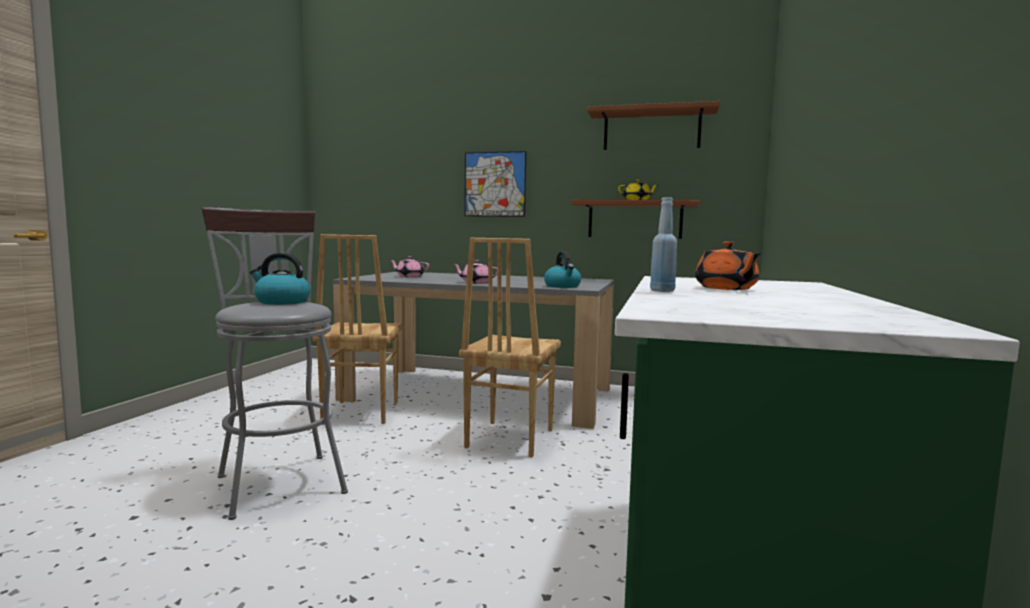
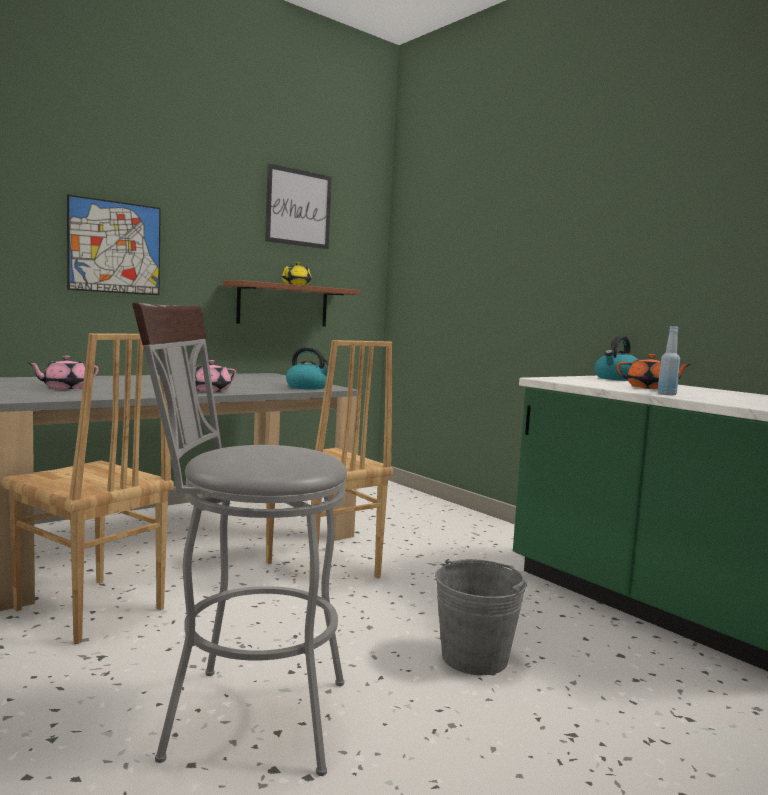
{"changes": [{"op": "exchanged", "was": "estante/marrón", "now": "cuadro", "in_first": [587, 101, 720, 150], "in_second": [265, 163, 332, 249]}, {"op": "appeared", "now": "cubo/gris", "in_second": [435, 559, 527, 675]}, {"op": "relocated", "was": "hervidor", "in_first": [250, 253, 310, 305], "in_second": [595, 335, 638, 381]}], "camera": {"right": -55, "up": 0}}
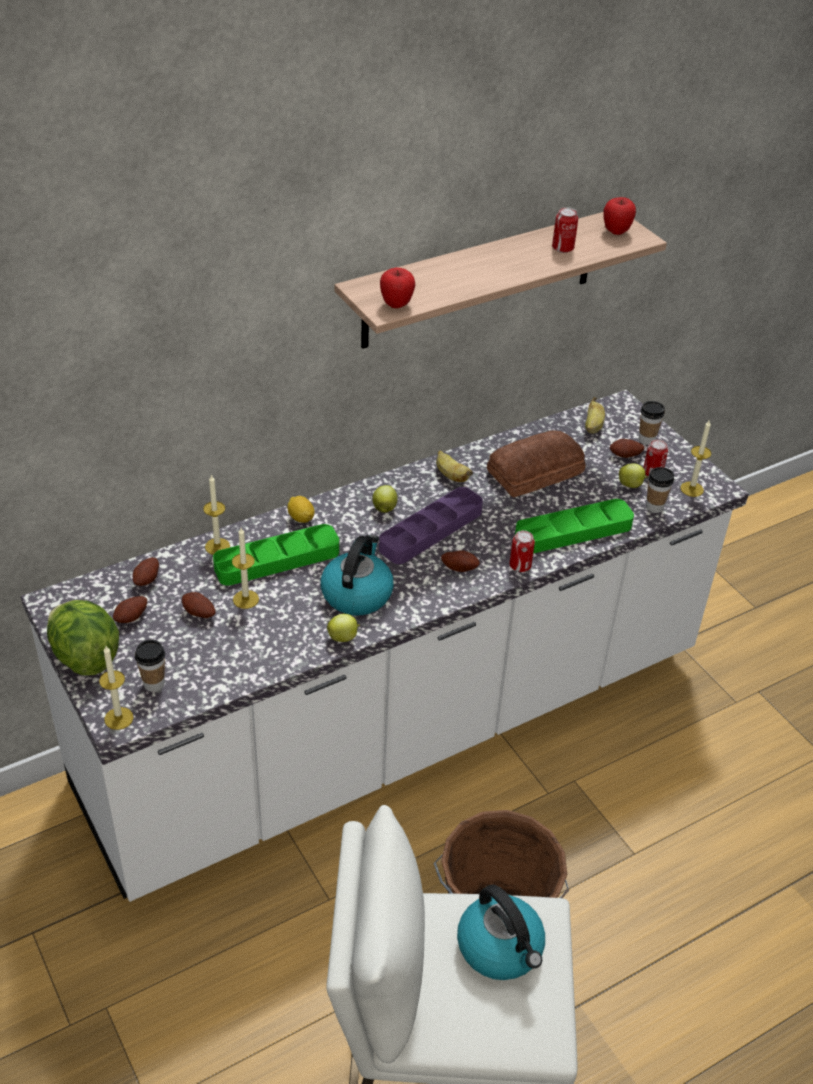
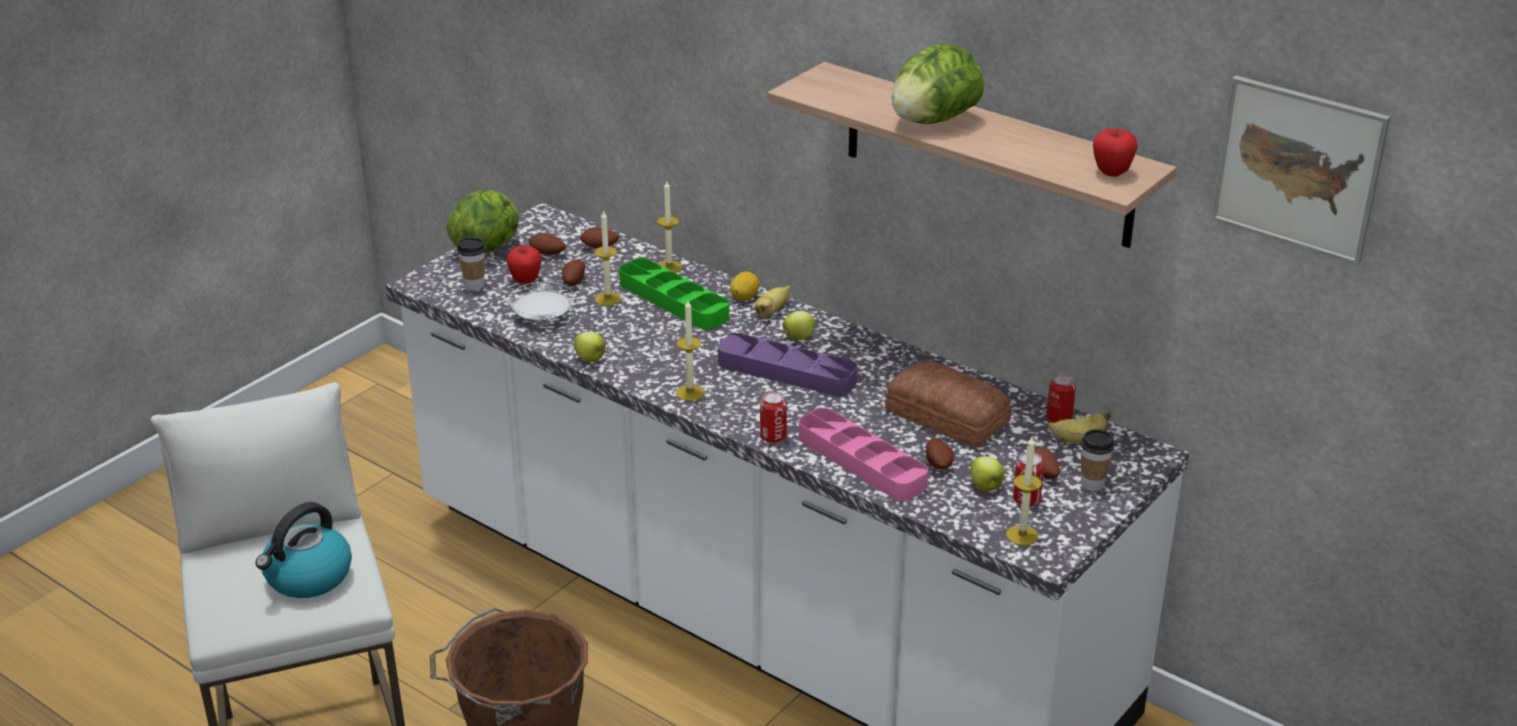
{"changes": [{"op": "relocated", "was": "manzana", "in_first": [380, 268, 415, 308], "in_second": [506, 246, 542, 284]}, {"op": "appeared", "now": "plato/blanco", "in_second": [508, 282, 575, 320]}, {"op": "relocated", "was": "vela", "in_first": [99, 646, 134, 730], "in_second": [676, 300, 705, 401]}, {"op": "relocated", "was": "plátano", "in_first": [436, 450, 473, 482], "in_second": [755, 285, 791, 318]}, {"op": "colour", "was": "bandeja/verde", "now": "bandeja/rosa", "in_first": [515, 499, 634, 554], "in_second": [799, 408, 928, 501]}, {"op": "appeared", "now": "lechuga", "in_second": [892, 44, 984, 124]}, {"op": "relocated", "was": "patata", "in_first": [441, 550, 480, 572], "in_second": [926, 438, 954, 469]}, {"op": "relocated", "was": "lata", "in_first": [552, 207, 578, 253], "in_second": [1046, 373, 1076, 423]}, {"op": "appeared", "now": "cuadro", "in_second": [1211, 75, 1391, 265]}, {"op": "missing", "was": "hervidor", "in_first": [321, 535, 394, 615]}, {"op": "missing", "was": "taza", "in_first": [646, 467, 674, 513]}], "camera": {"right": 70, "up": -10}}
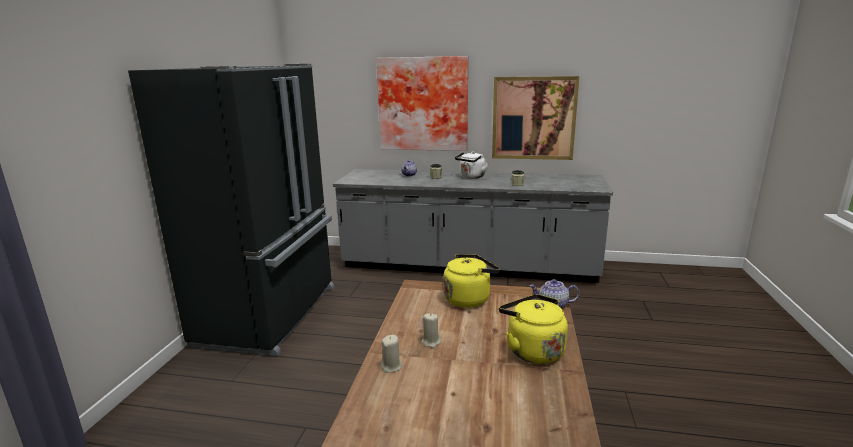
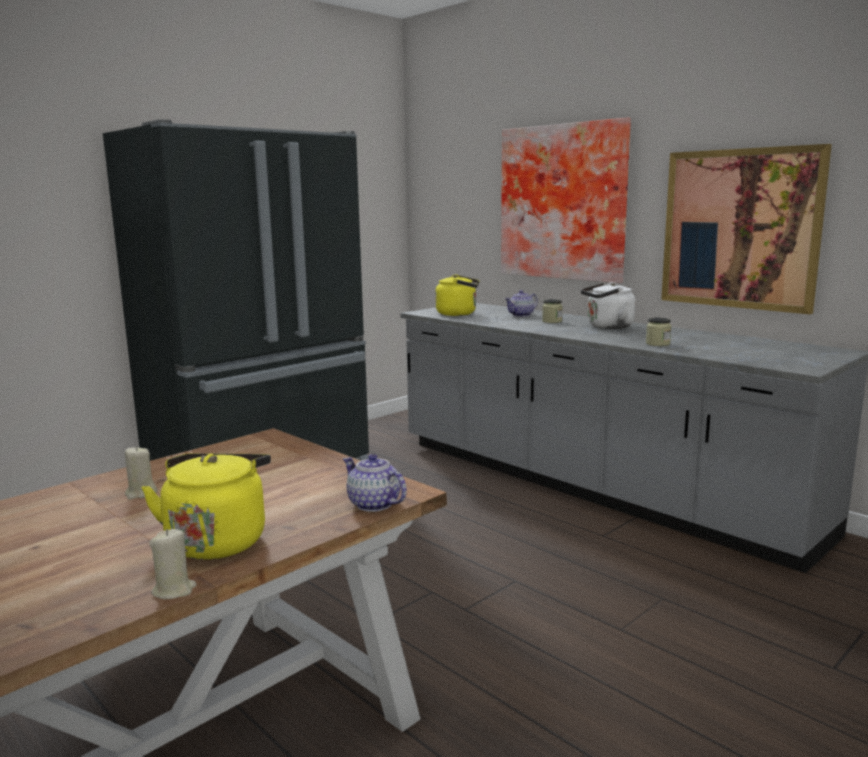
{"changes": [{"op": "relocated", "was": "vela/beis", "in_first": [381, 335, 403, 373], "in_second": [149, 529, 197, 599]}, {"op": "relocated", "was": "hervidor/amarillo", "in_first": [443, 254, 500, 308], "in_second": [435, 274, 480, 316]}], "camera": {"right": 35, "up": -5}}
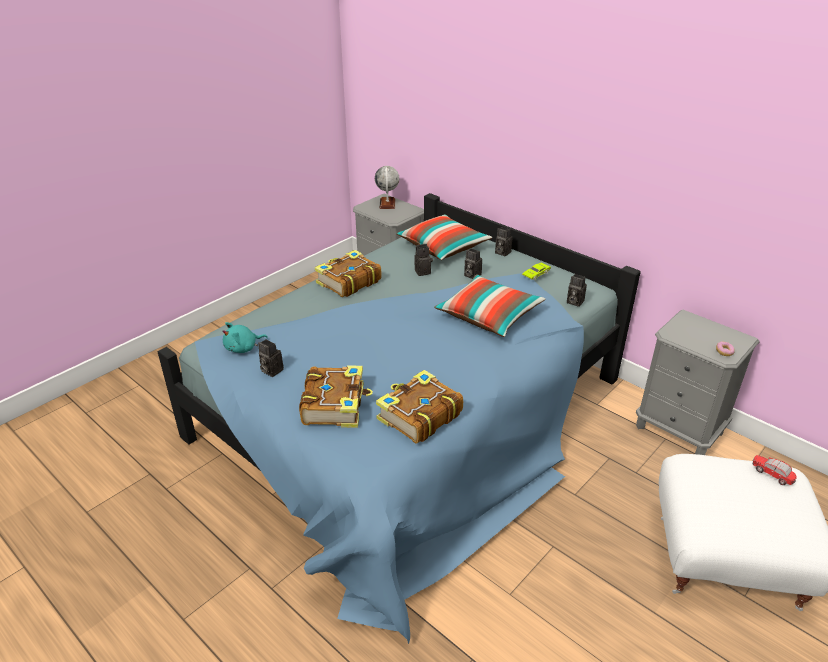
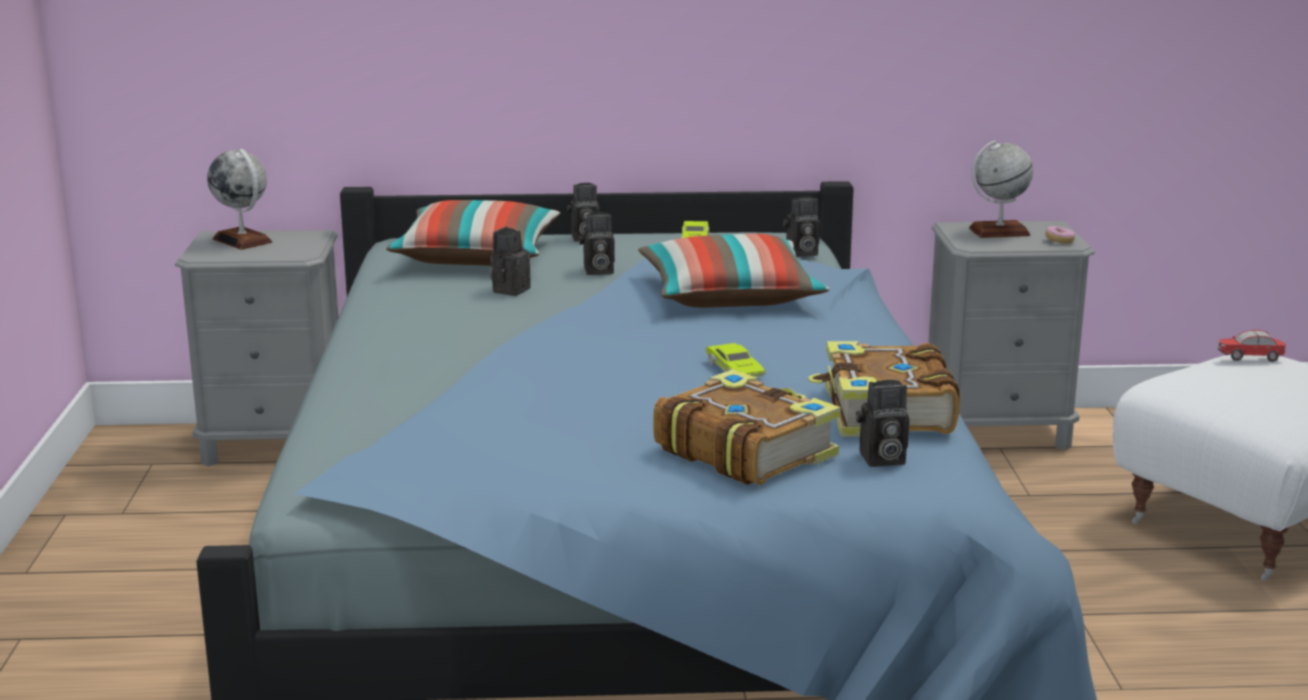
{"changes": [{"op": "appeared", "now": "coche de juguete/verde", "in_second": [706, 343, 766, 377]}, {"op": "relocated", "was": "cámara", "in_first": [258, 339, 284, 377], "in_second": [856, 380, 909, 467]}, {"op": "appeared", "now": "globo terráqueo", "in_second": [969, 140, 1033, 238]}, {"op": "missing", "was": "peluche/turquesa", "in_first": [222, 322, 268, 353]}, {"op": "missing", "was": "libro", "in_first": [314, 250, 382, 297]}], "camera": {"right": -45, "up": -15}}
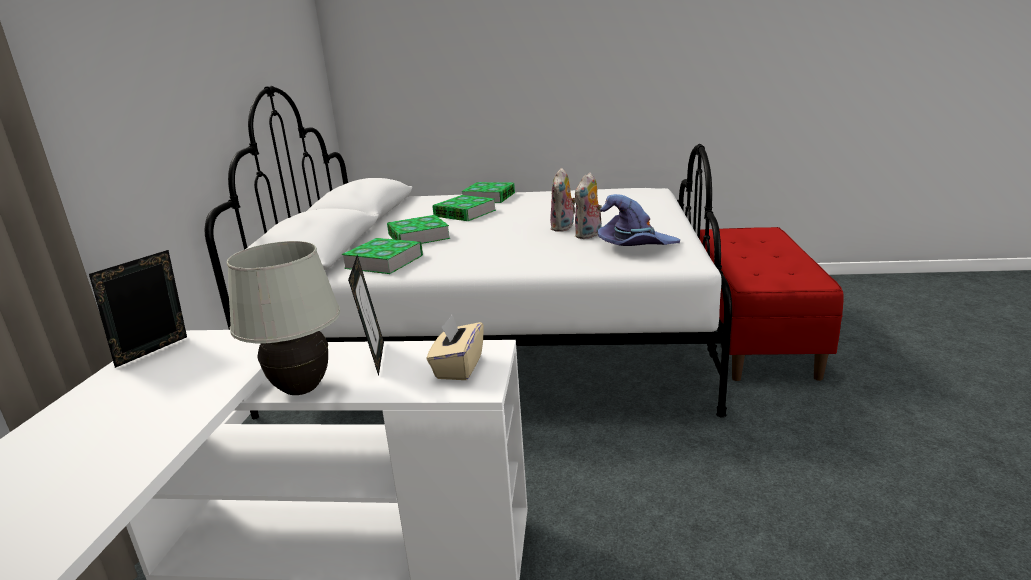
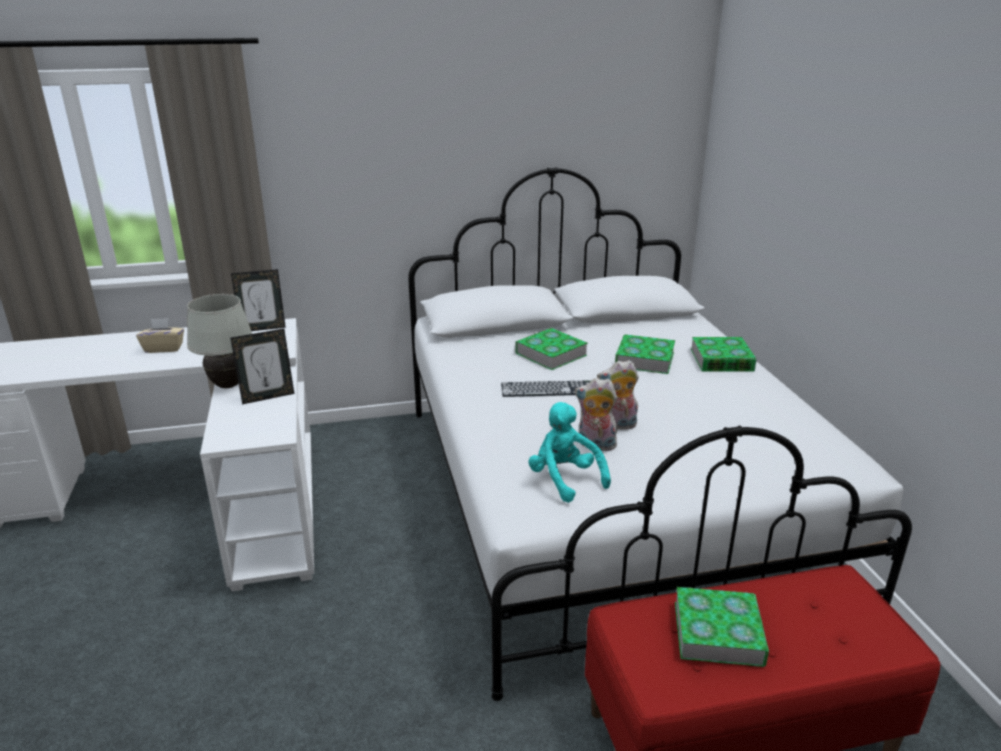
{"changes": [{"op": "relocated", "was": "caja de pañuelos/beis", "in_first": [427, 315, 484, 380], "in_second": [136, 318, 184, 353]}, {"op": "spun", "was": "portarretratos", "in_first": [89, 250, 187, 368], "in_second": [231, 269, 286, 331], "clockwise": 150}, {"op": "appeared", "now": "teclado", "in_second": [501, 380, 591, 397]}, {"op": "exchanged", "was": "sombrero/morado", "now": "peluche/turquesa", "in_first": [598, 194, 680, 246], "in_second": [528, 402, 611, 503]}, {"op": "relocated", "was": "libro", "in_first": [342, 238, 423, 274], "in_second": [675, 587, 769, 667]}], "camera": {"right": 70, "up": 5}}
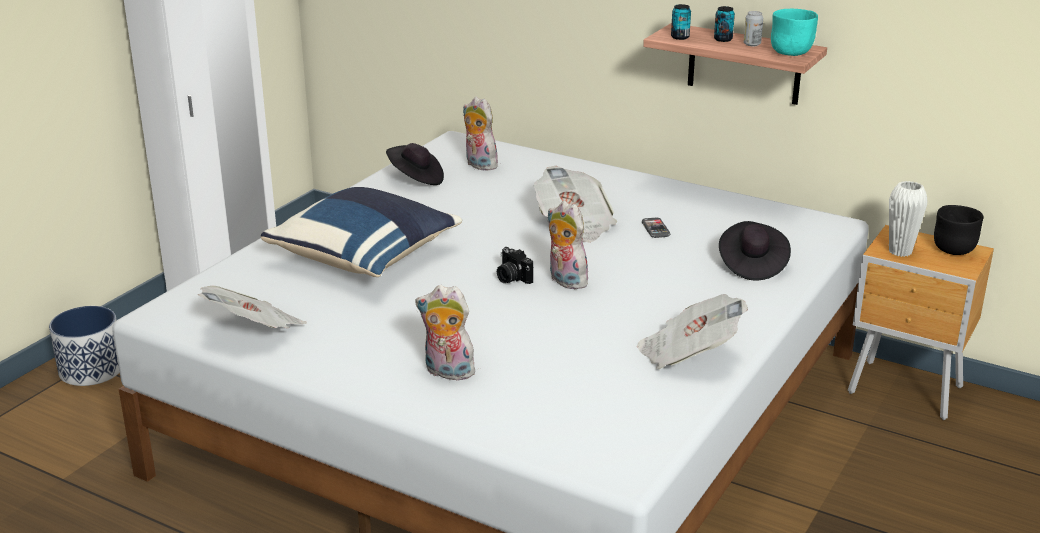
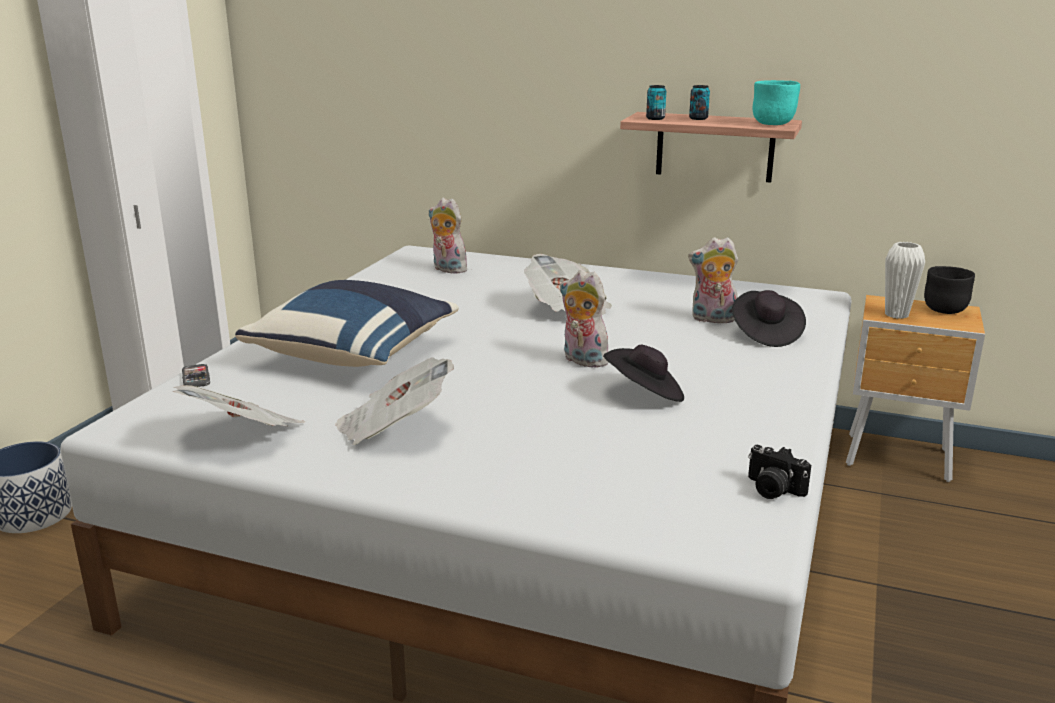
{"changes": [{"op": "relocated", "was": "móvil", "in_first": [642, 217, 670, 238], "in_second": [182, 364, 210, 387]}, {"op": "relocated", "was": "periódico", "in_first": [637, 294, 748, 369], "in_second": [335, 357, 454, 445]}, {"op": "relocated", "was": "sombrero/negro", "in_first": [386, 143, 444, 185], "in_second": [603, 345, 684, 402]}, {"op": "relocated", "was": "peluche", "in_first": [415, 285, 475, 380], "in_second": [688, 237, 738, 323]}, {"op": "relocated", "was": "cámara", "in_first": [497, 247, 533, 284], "in_second": [748, 445, 811, 499]}, {"op": "missing", "was": "lata", "in_first": [744, 11, 763, 46]}], "camera": {"right": -10, "up": -5}}
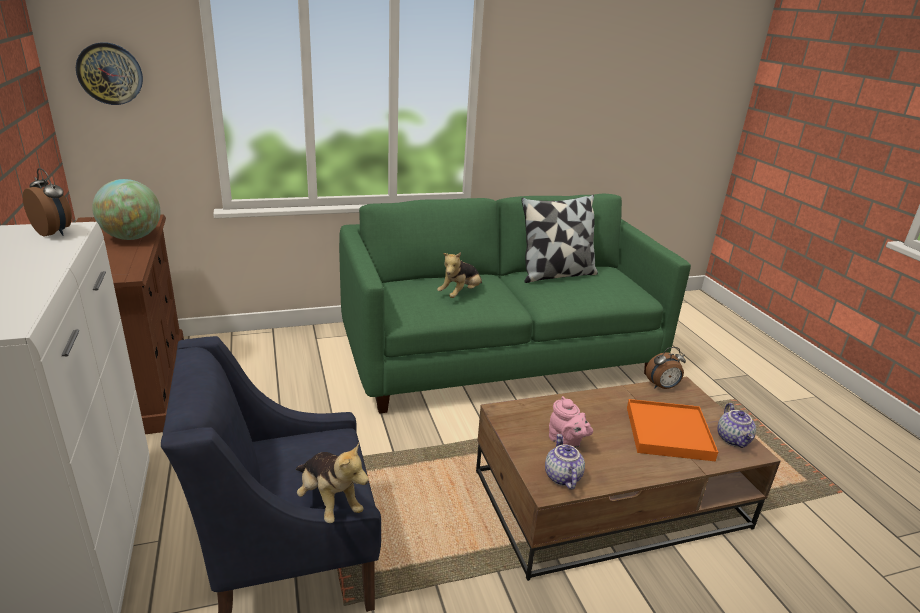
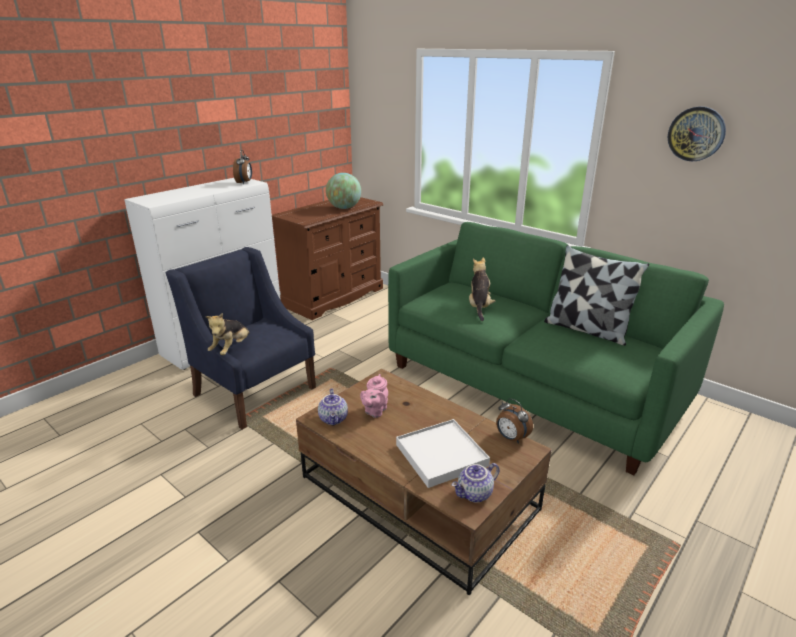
{"changes": [{"op": "spun", "was": "tetera", "in_first": [545, 434, 585, 490], "in_second": [318, 389, 348, 426], "clockwise": 120}, {"op": "colour", "was": "bandeja/naranja", "now": "bandeja/blanco", "in_first": [627, 399, 718, 461], "in_second": [396, 419, 490, 488]}, {"op": "spun", "was": "peluche", "in_first": [437, 252, 482, 298], "in_second": [469, 257, 495, 321], "clockwise": 90}, {"op": "relocated", "was": "reloj de pared", "in_first": [76, 42, 143, 105], "in_second": [668, 106, 726, 161]}], "camera": {"right": 60, "up": 0}}
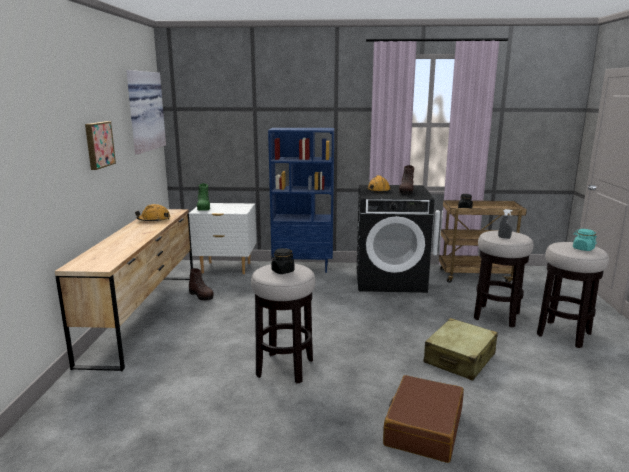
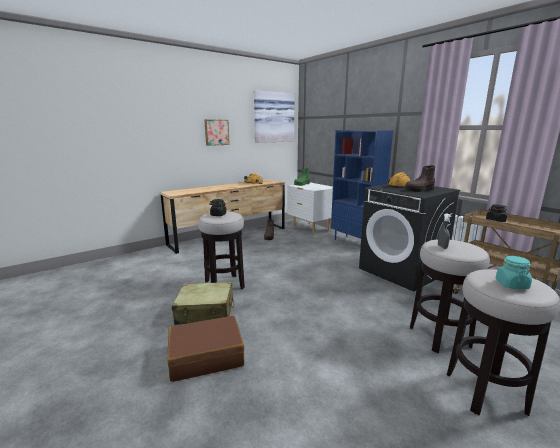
{"changes": [{"op": "relocated", "was": "maleta/beis", "in_first": [424, 318, 498, 381], "in_second": [172, 282, 234, 325]}], "camera": {"right": 50, "up": 0}}
